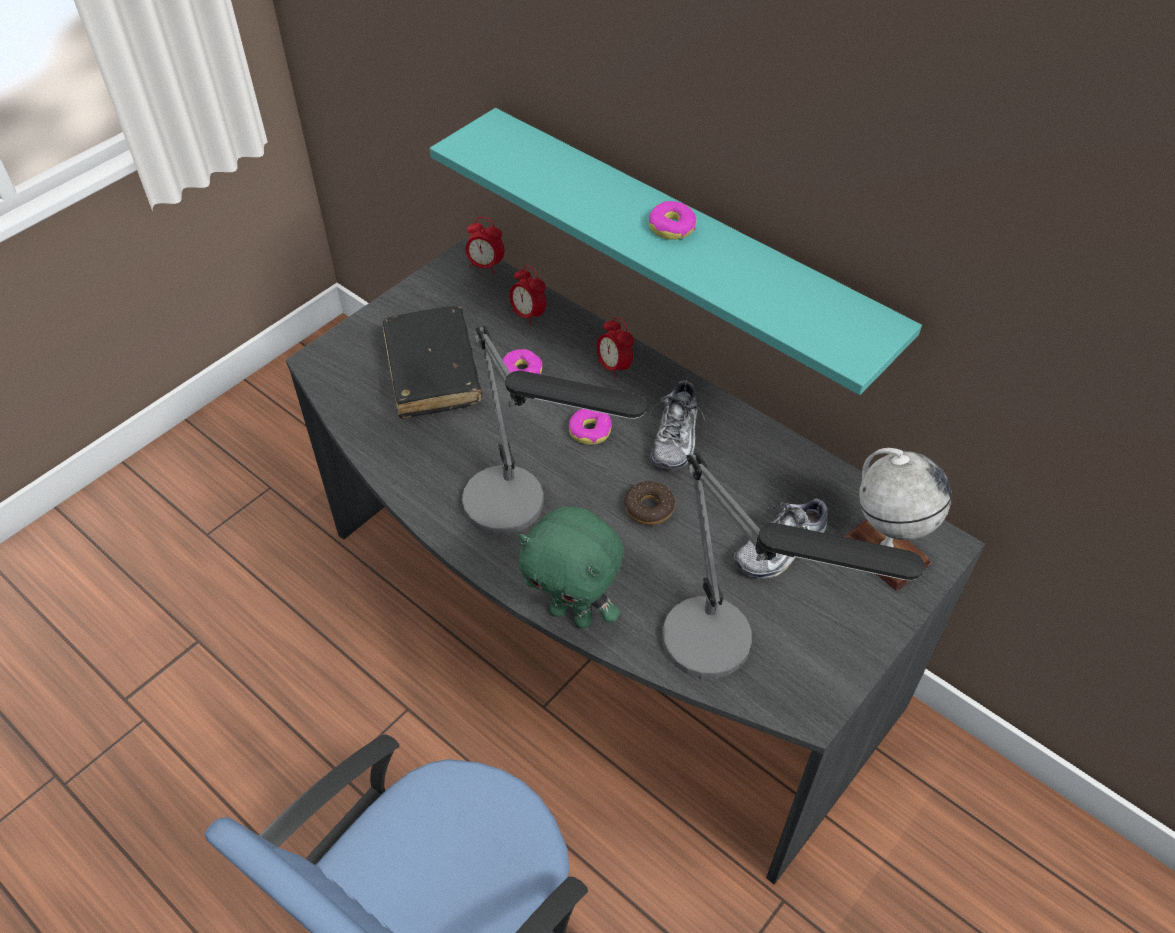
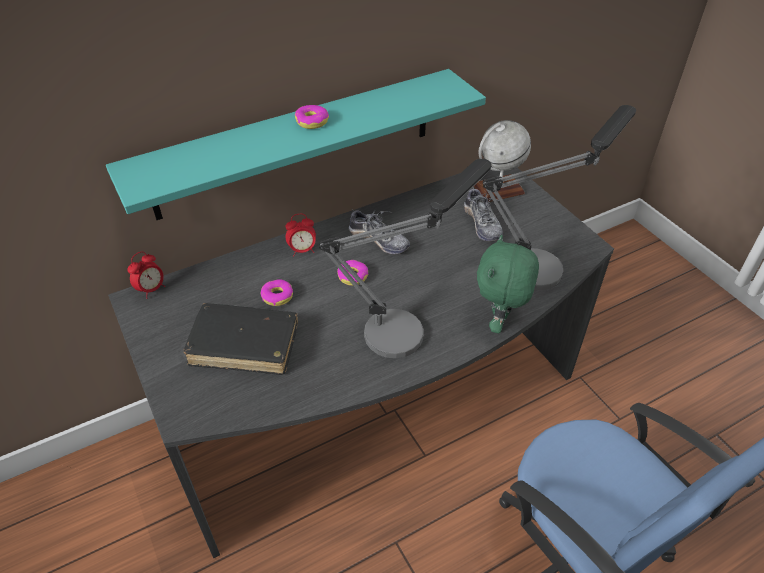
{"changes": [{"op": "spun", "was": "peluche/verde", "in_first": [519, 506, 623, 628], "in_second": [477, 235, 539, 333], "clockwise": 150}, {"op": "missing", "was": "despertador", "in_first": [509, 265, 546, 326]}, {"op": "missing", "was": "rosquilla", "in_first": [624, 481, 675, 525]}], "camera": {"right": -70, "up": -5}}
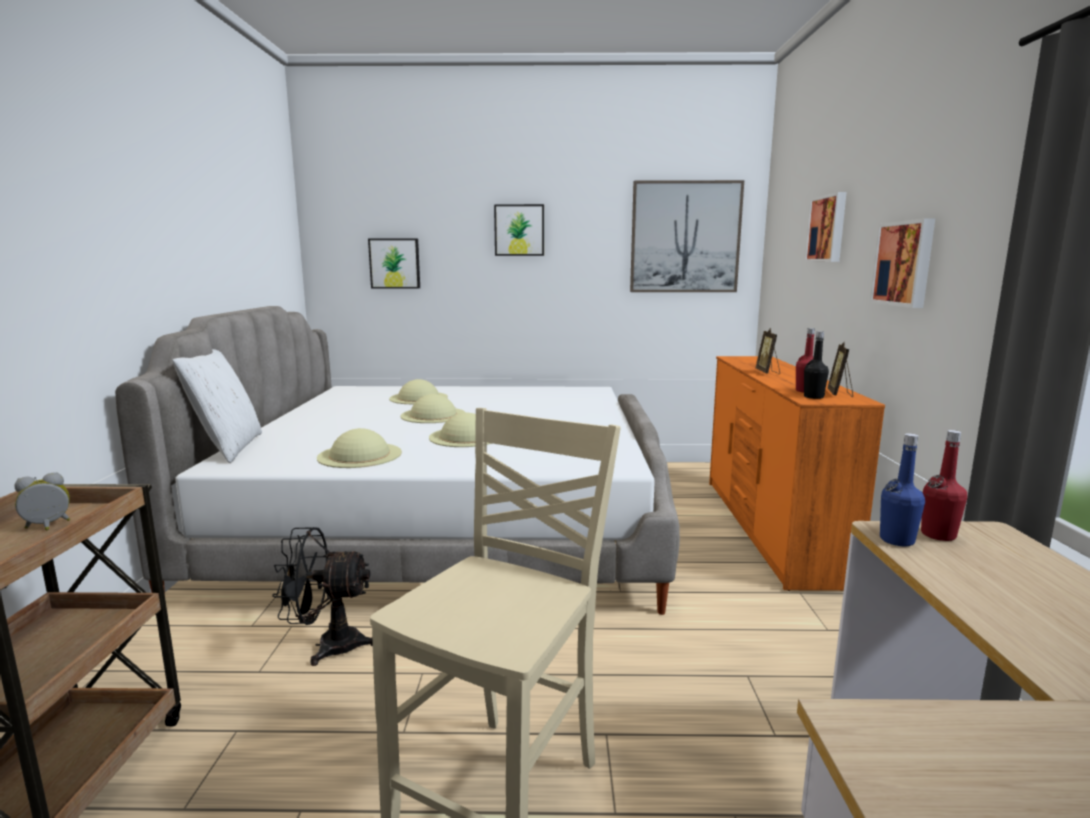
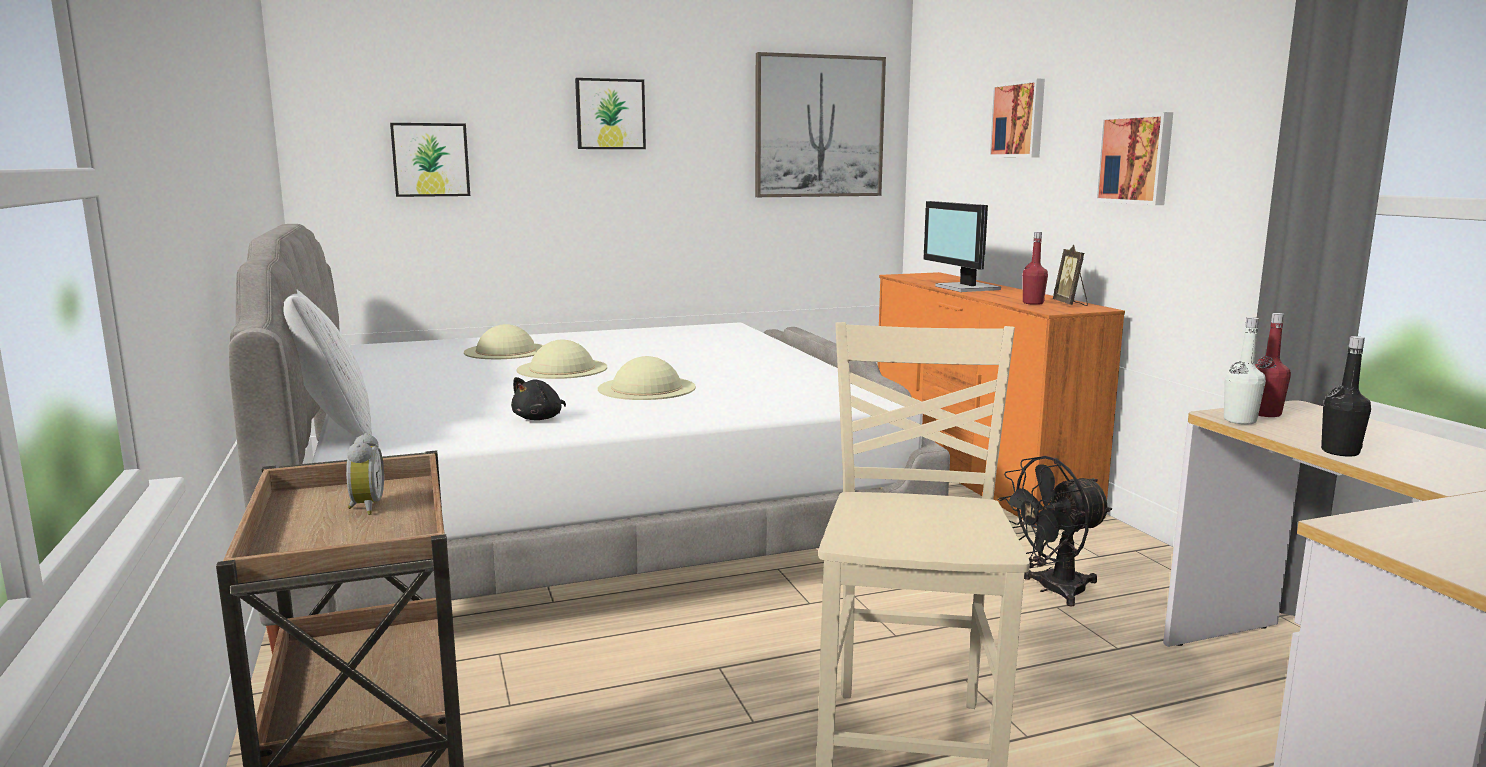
{"changes": [{"op": "spun", "was": "despertador", "in_first": [14, 472, 70, 530], "in_second": [346, 433, 384, 515], "clockwise": 135}, {"op": "exchanged", "was": "sombrero/beis", "now": "peluche/negro", "in_first": [317, 428, 402, 468], "in_second": [511, 377, 566, 420]}, {"op": "exchanged", "was": "portarretratos", "now": "monitor", "in_first": [755, 328, 780, 374], "in_second": [923, 201, 1001, 292]}, {"op": "relocated", "was": "ventilador/negro", "in_first": [272, 527, 373, 666], "in_second": [998, 456, 1112, 607]}, {"op": "colour", "was": "botella/azul", "now": "botella/blanco", "in_first": [880, 433, 925, 546], "in_second": [1224, 317, 1266, 424]}, {"op": "relocated", "was": "botella/negro", "in_first": [804, 331, 829, 399], "in_second": [1321, 336, 1371, 457]}], "camera": {"right": -20, "up": 0}}
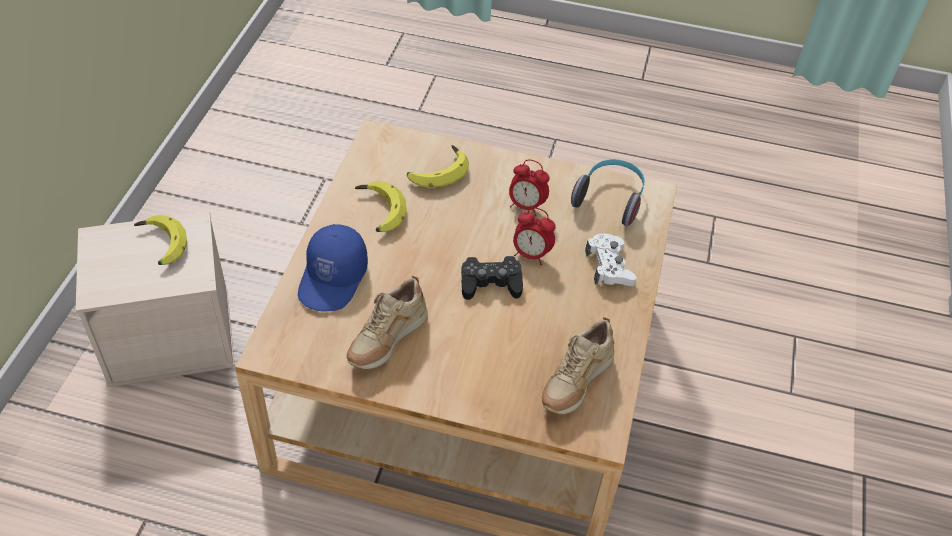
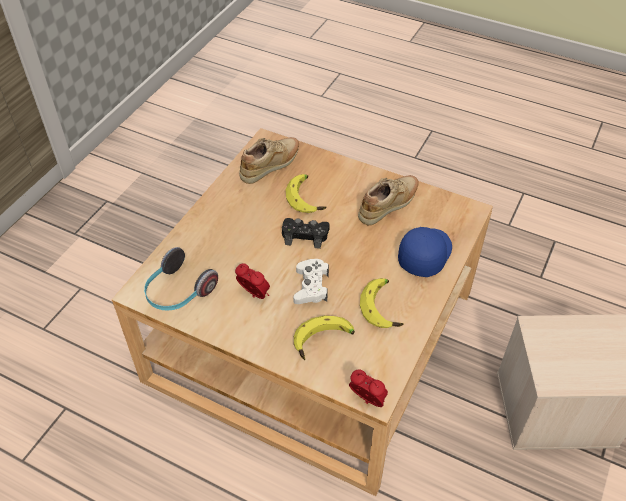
{"changes": [{"op": "relocated", "was": "plátano", "in_first": [134, 215, 187, 265], "in_second": [286, 174, 327, 213]}, {"op": "relocated", "was": "mando de consola/blanco", "in_first": [585, 234, 637, 286], "in_second": [293, 259, 329, 304]}, {"op": "relocated", "was": "despertador", "in_first": [513, 207, 556, 265], "in_second": [349, 369, 388, 407]}], "camera": {"right": -165, "up": 0}}
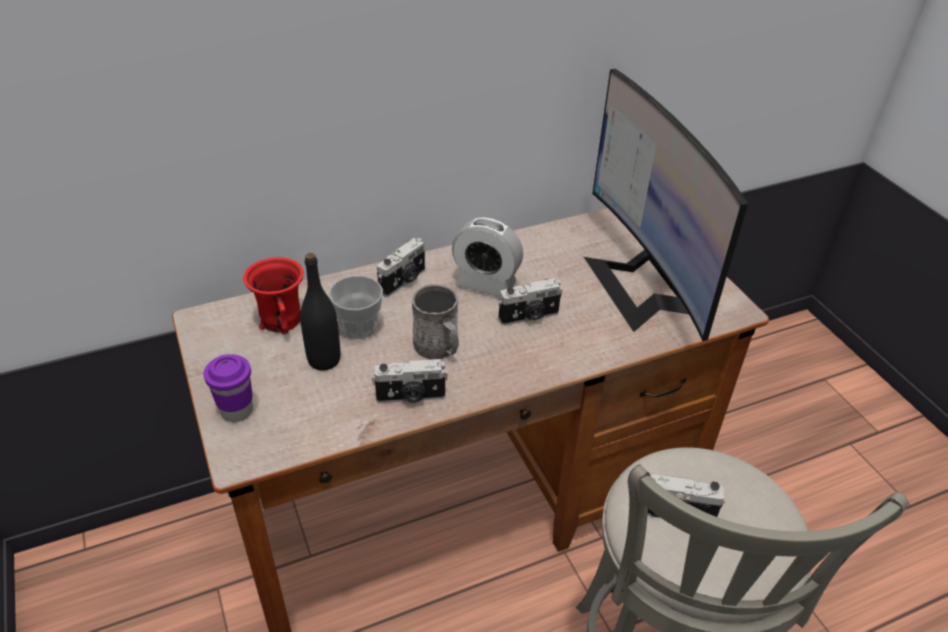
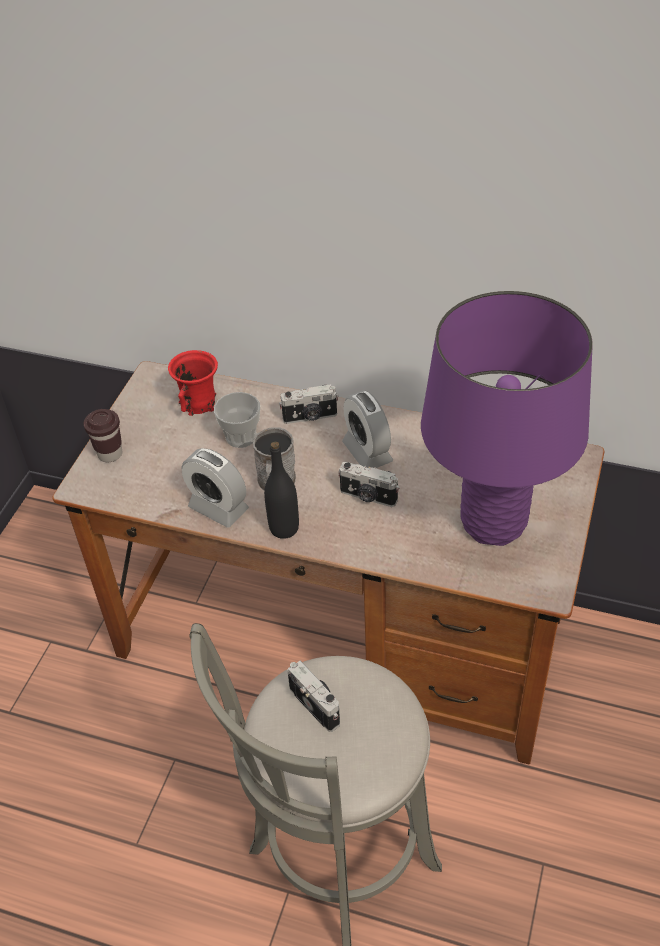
{"changes": [{"op": "colour", "was": "taza/morado", "now": "taza/marrón", "in_first": [204, 354, 253, 422], "in_second": [84, 409, 122, 462]}, {"op": "exchanged", "was": "cámara", "now": "despertador", "in_first": [372, 359, 448, 403], "in_second": [182, 448, 249, 528]}, {"op": "relocated", "was": "botella/negro", "in_first": [300, 253, 340, 371], "in_second": [264, 441, 299, 539]}, {"op": "exchanged", "was": "monitor", "now": "lámpara de mesa/morado", "in_first": [584, 69, 748, 341], "in_second": [421, 291, 593, 546]}], "camera": {"right": 45, "up": 5}}
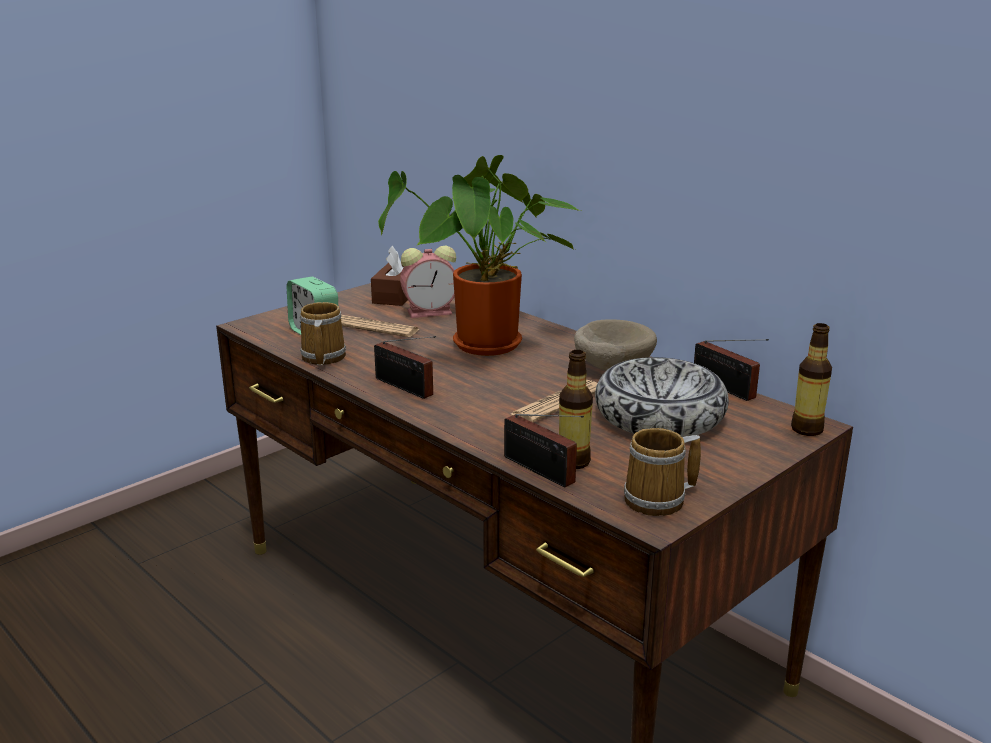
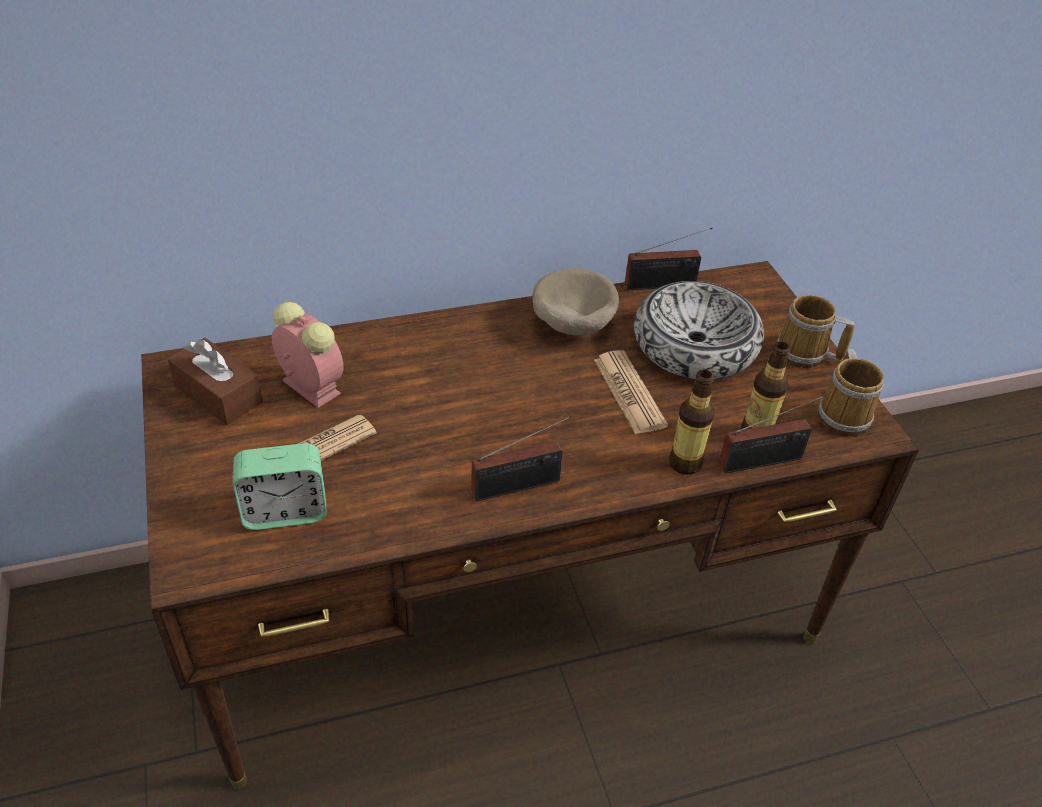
{"changes": [{"op": "spun", "was": "despertador", "in_first": [400, 245, 456, 318], "in_second": [272, 302, 343, 408], "clockwise": -60}, {"op": "relocated", "was": "botella", "in_first": [791, 323, 832, 436], "in_second": [669, 370, 714, 475]}, {"op": "relocated", "was": "taza grande", "in_first": [300, 302, 346, 365], "in_second": [777, 295, 855, 368]}, {"op": "missing", "was": "planta en maceta", "in_first": [378, 155, 581, 356]}], "camera": {"right": -65, "up": 20}}
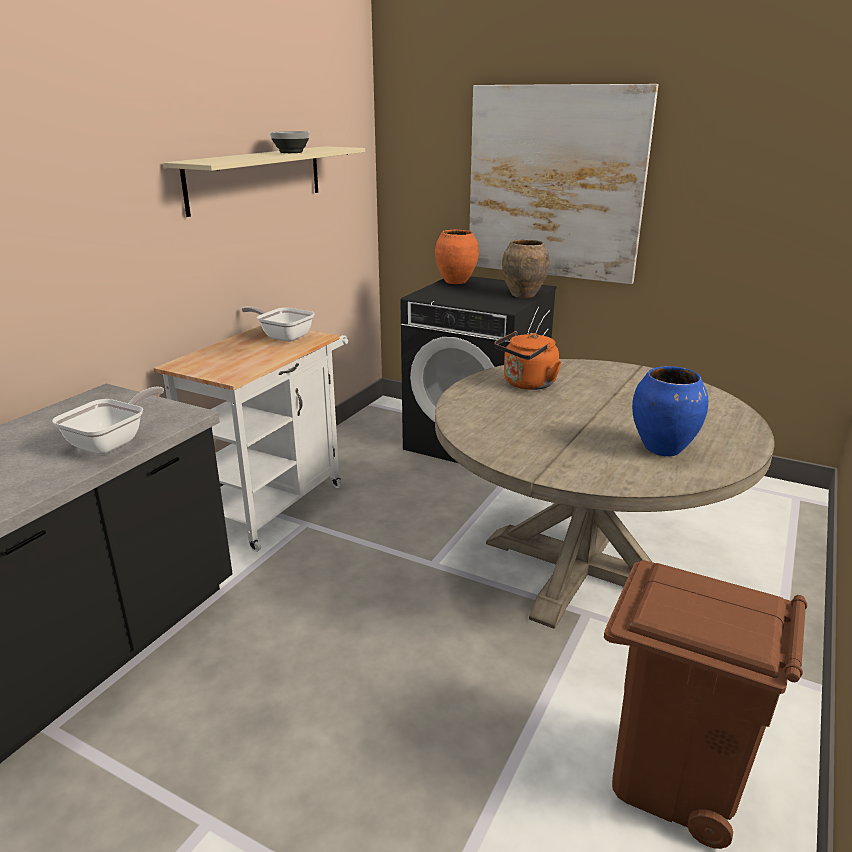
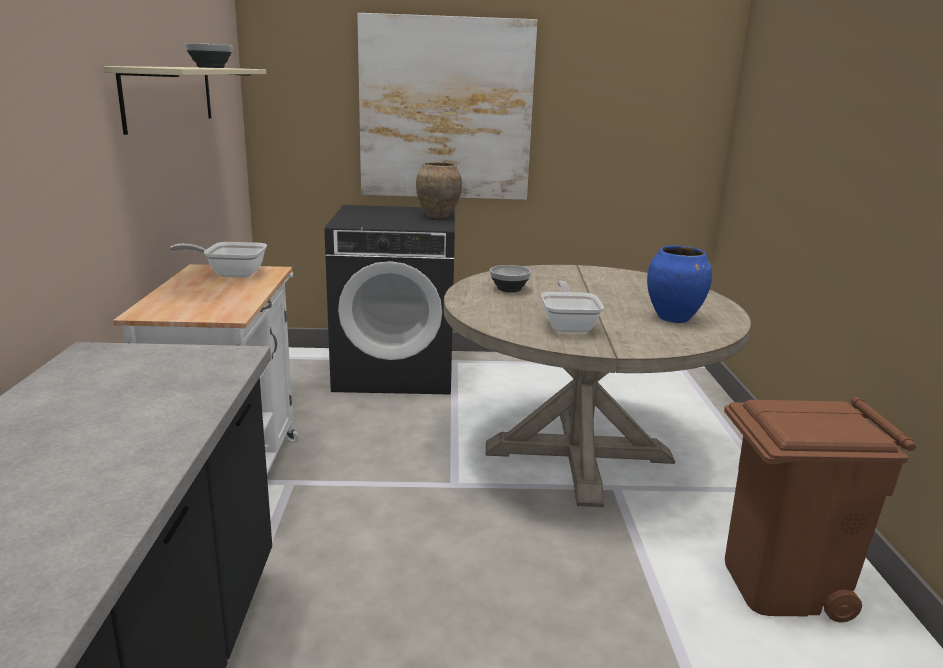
{"changes": [{"op": "exchanged", "was": "hervidor/naranja", "now": "cuenco", "in_first": [494, 331, 562, 390], "in_second": [490, 265, 531, 293]}, {"op": "relocated", "was": "sartén", "in_first": [52, 386, 164, 454], "in_second": [541, 281, 604, 333]}, {"op": "missing", "was": "florero/naranja", "in_first": [435, 230, 479, 284]}], "camera": {"right": -30, "up": -5}}
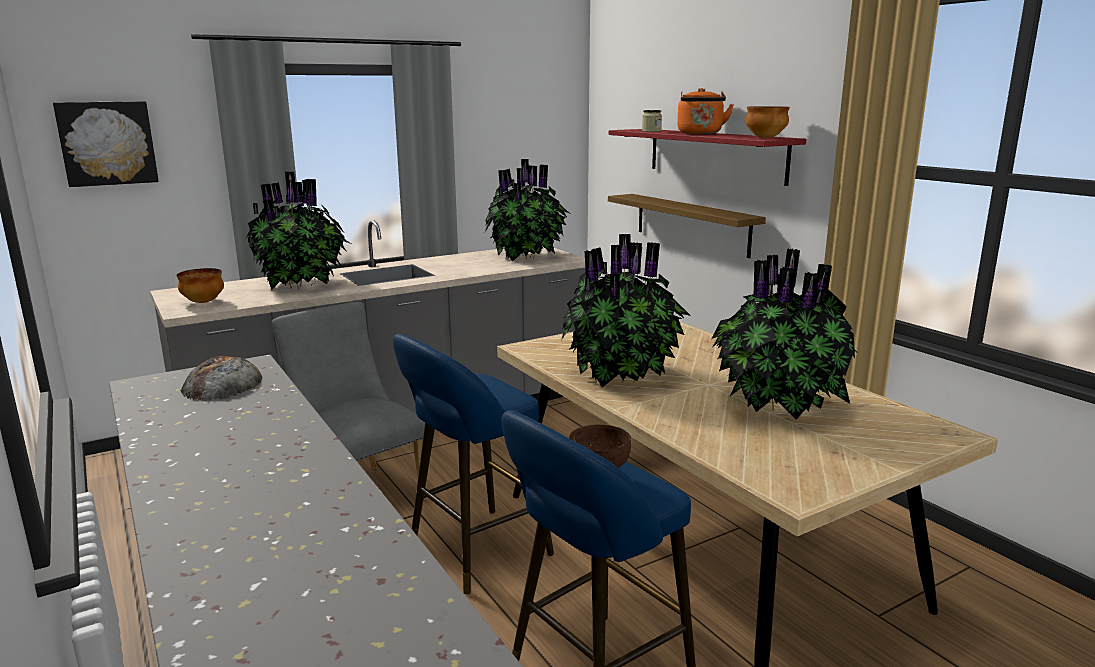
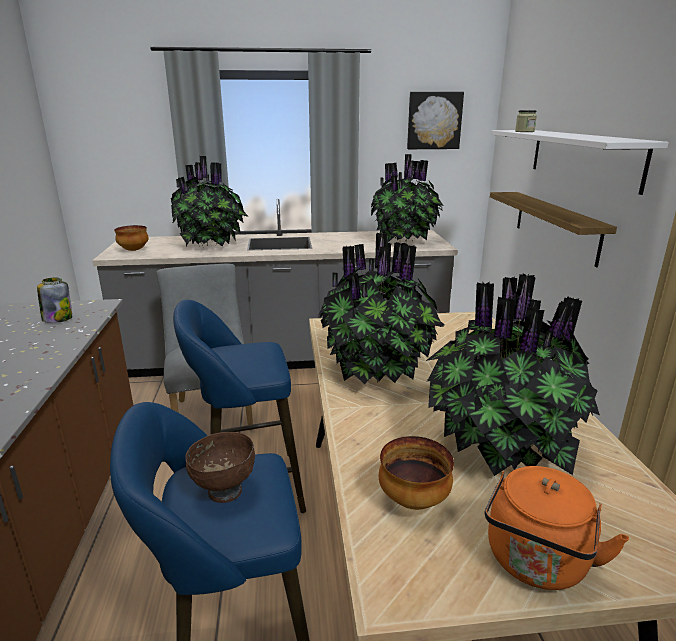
{"changes": [{"op": "exchanged", "was": "pan", "now": "tarro", "in_first": [180, 356, 263, 401], "in_second": [37, 278, 72, 323]}, {"op": "relocated", "was": "cuenco", "in_first": [745, 106, 790, 138], "in_second": [379, 436, 454, 510]}, {"op": "relocated", "was": "cuadro", "in_first": [53, 101, 159, 187], "in_second": [407, 92, 464, 149]}, {"op": "relocated", "was": "hervidor/naranja", "in_first": [677, 88, 734, 134], "in_second": [485, 466, 629, 590]}, {"op": "colour", "was": "estante/rojo", "now": "estante/blanco", "in_first": [609, 129, 806, 186], "in_second": [491, 130, 669, 195]}], "camera": {"right": 25, "up": 5}}
